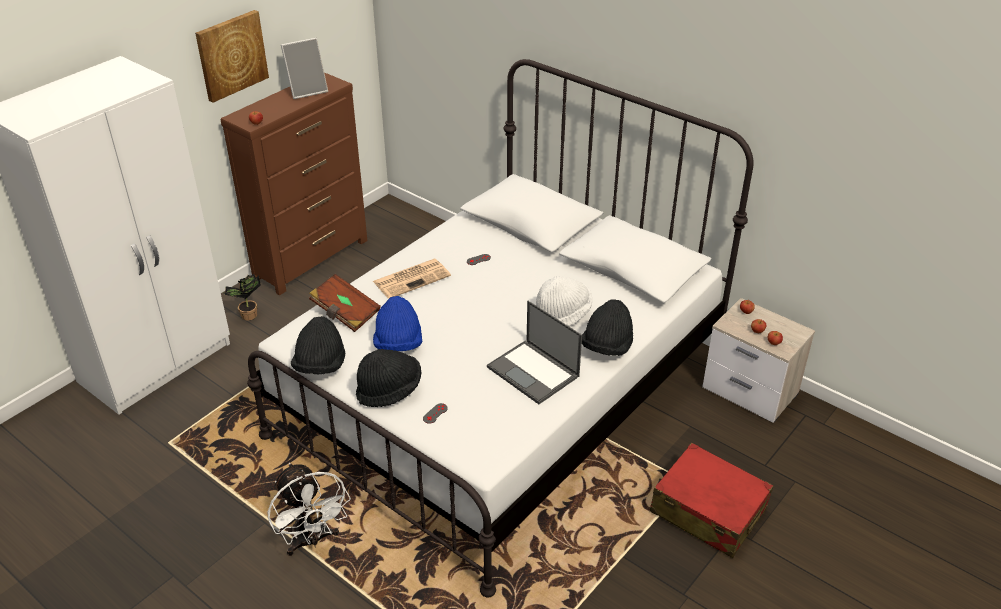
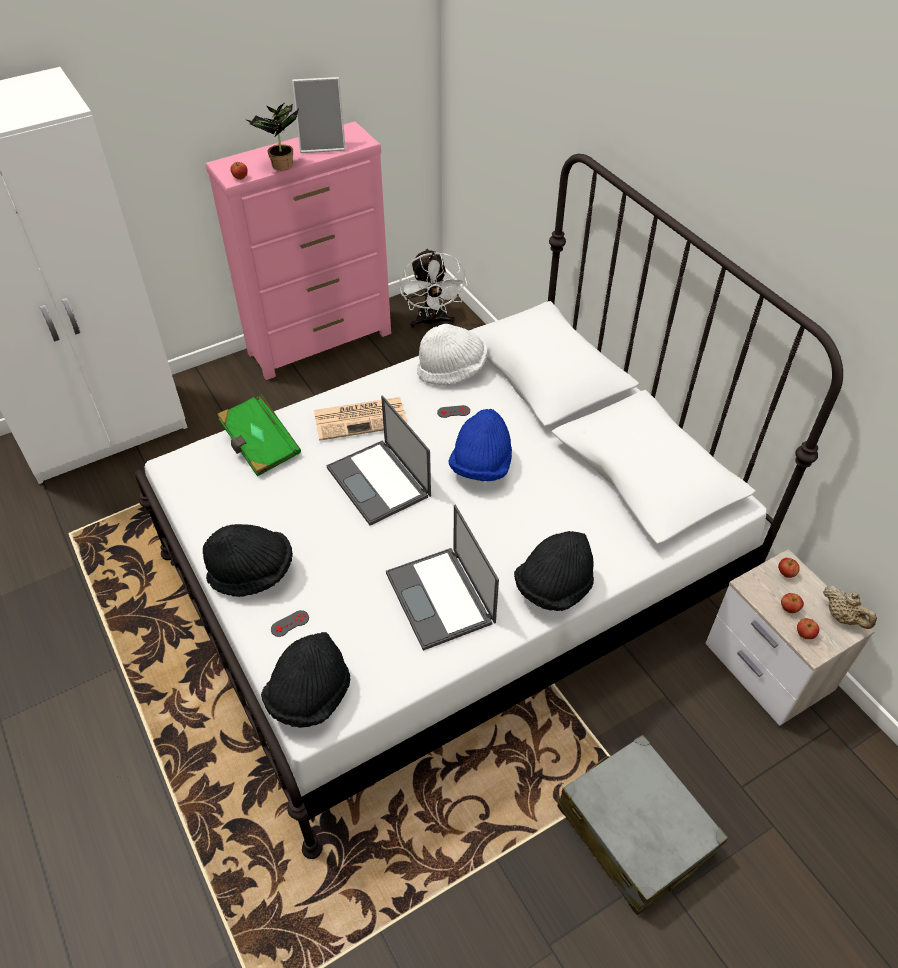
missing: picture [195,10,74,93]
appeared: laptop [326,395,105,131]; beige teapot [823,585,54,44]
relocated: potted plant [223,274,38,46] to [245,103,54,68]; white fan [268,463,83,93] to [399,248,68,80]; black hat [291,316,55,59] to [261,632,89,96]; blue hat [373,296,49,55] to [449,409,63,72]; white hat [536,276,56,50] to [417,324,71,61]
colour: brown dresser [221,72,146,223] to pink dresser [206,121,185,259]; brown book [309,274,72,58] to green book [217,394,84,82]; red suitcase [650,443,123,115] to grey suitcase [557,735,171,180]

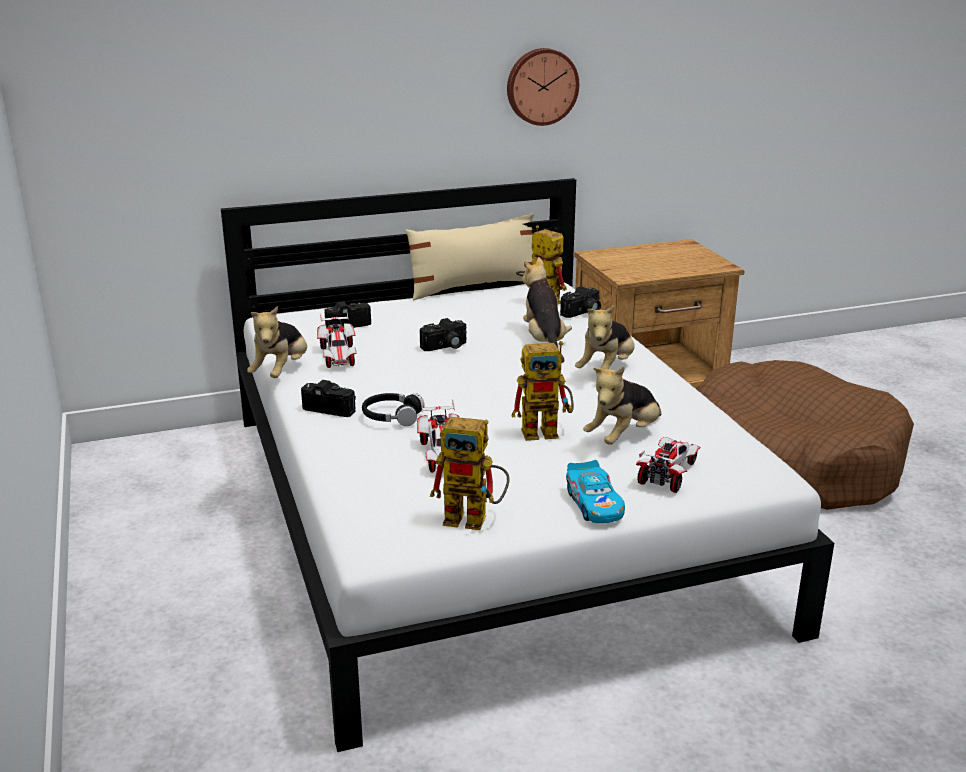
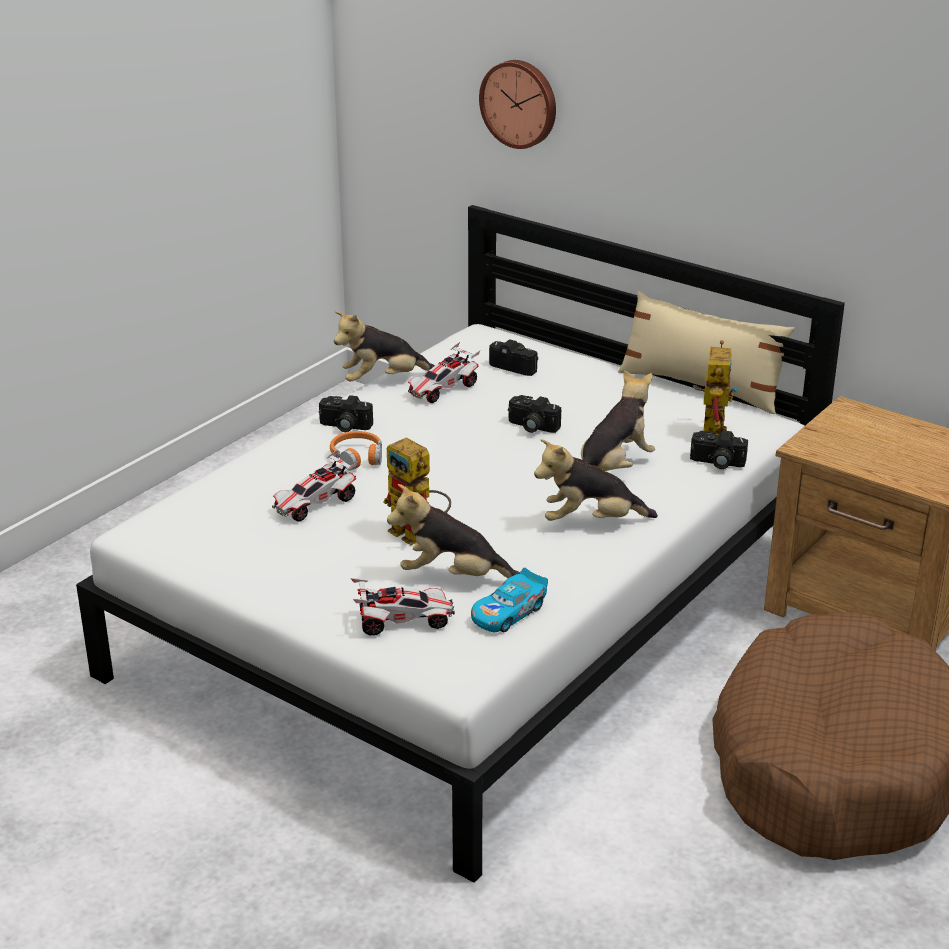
missing: toy robot [430,417,79,113]
relocated: wall clock [507,48,72,78] to [479,60,77,89]; toy car [566,460,59,63] to [471,568,77,64]
colour: black headphones [362,393,63,33] to orange headphones [330,431,52,40]
spun: photo camera [301,380,55,37] = [319,395,54,37] 120 degrees clockwise

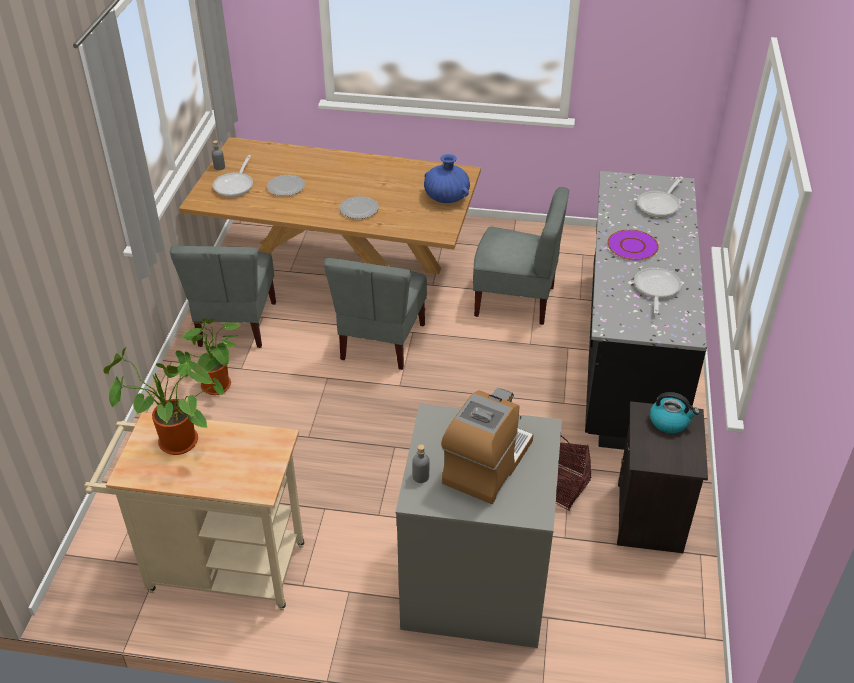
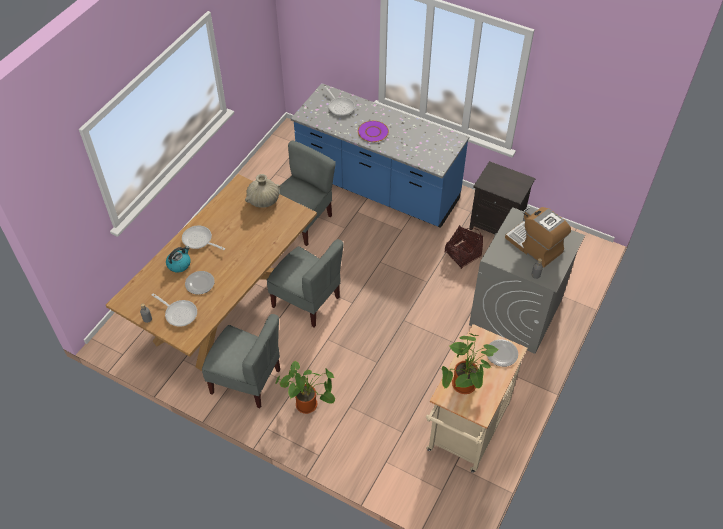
relocated: plate [340,196,39,23] to [486,339,32,28]; frying pan [634,267,47,47] to [182,225,43,25]; kettle [650,392,49,41] to [166,246,25,26]
colour: blue vase [424,154,46,49] to beige vase [245,174,36,34]; black counter [585,171,122,279] to blue counter [291,83,178,145]

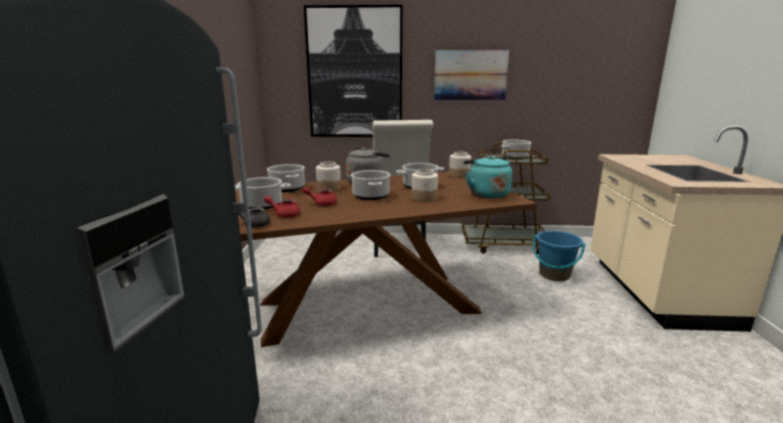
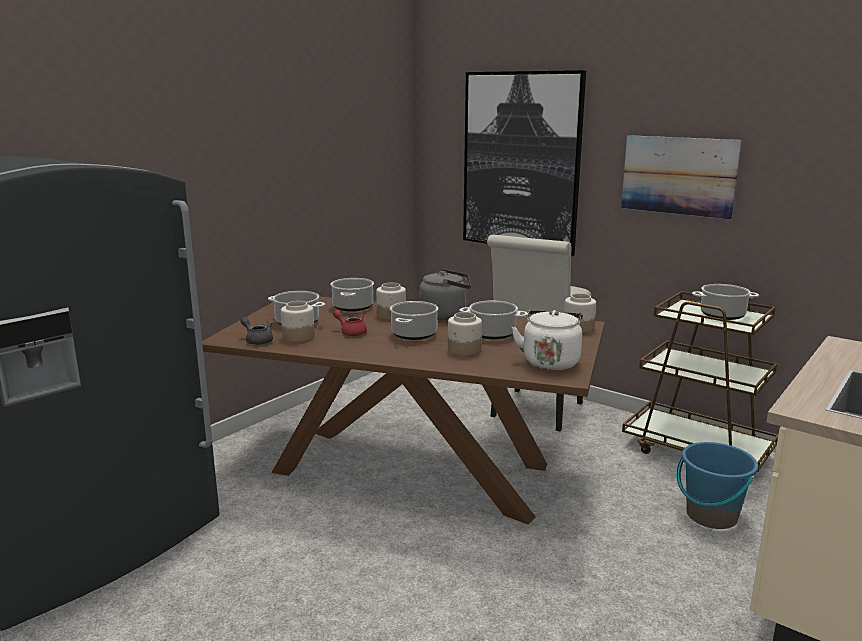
exchanged: red teapot [264,196,36,22] to jar [281,301,34,41]
colour: turquoise kettle [464,155,48,43] to white kettle [512,310,71,60]

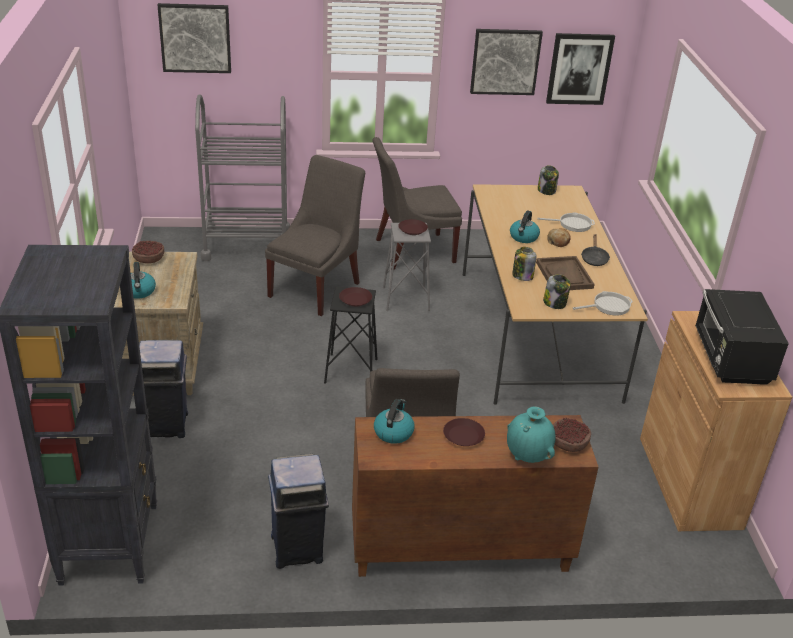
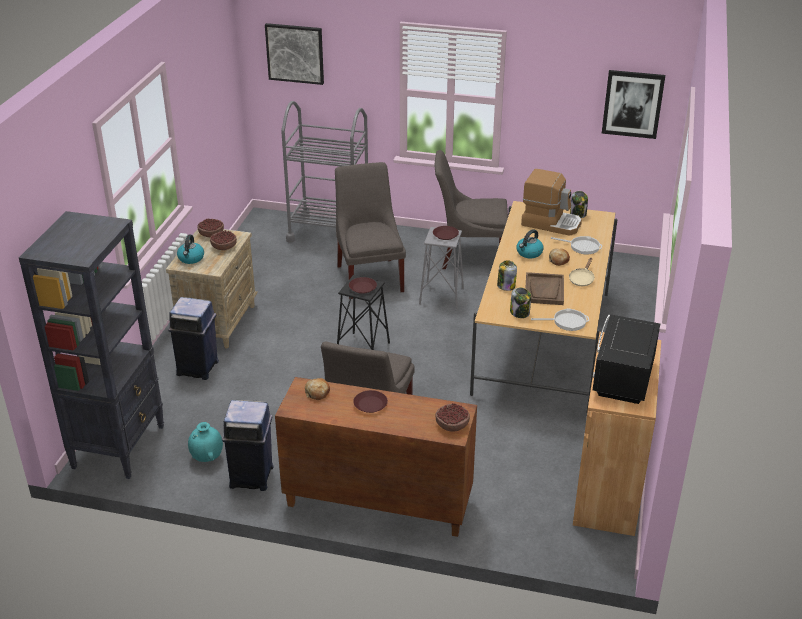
missing: picture [470,29,73,66]
appeared: bowl [210,230,27,20]; coffee machine [521,169,61,67]
relocated: turquoise vase [507,406,49,57] to [188,422,35,40]
exchanged: kettle [374,399,41,45] to bread [305,378,25,22]
colour: black frying pan [581,234,29,32] to beige frying pan [569,258,26,28]
spun: grey chair [265,155,100,161] = [335,162,71,137] 60 degrees counterclockwise

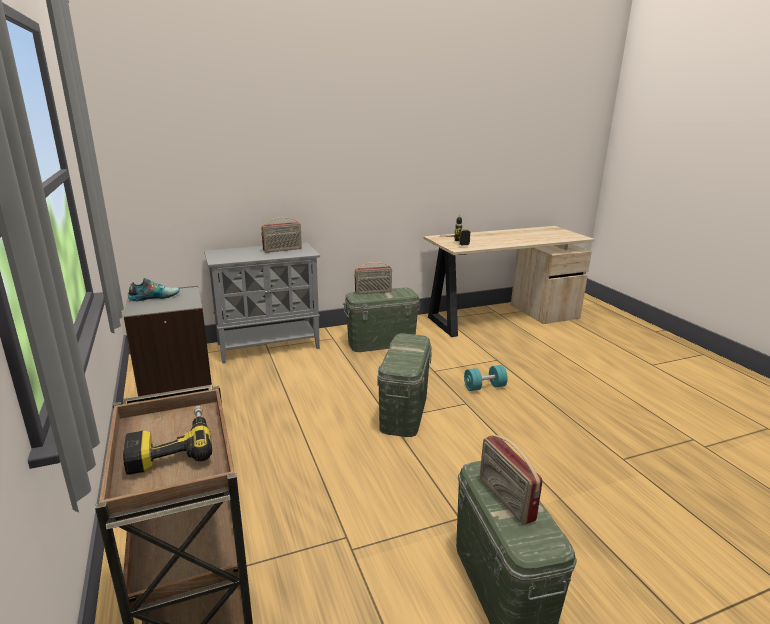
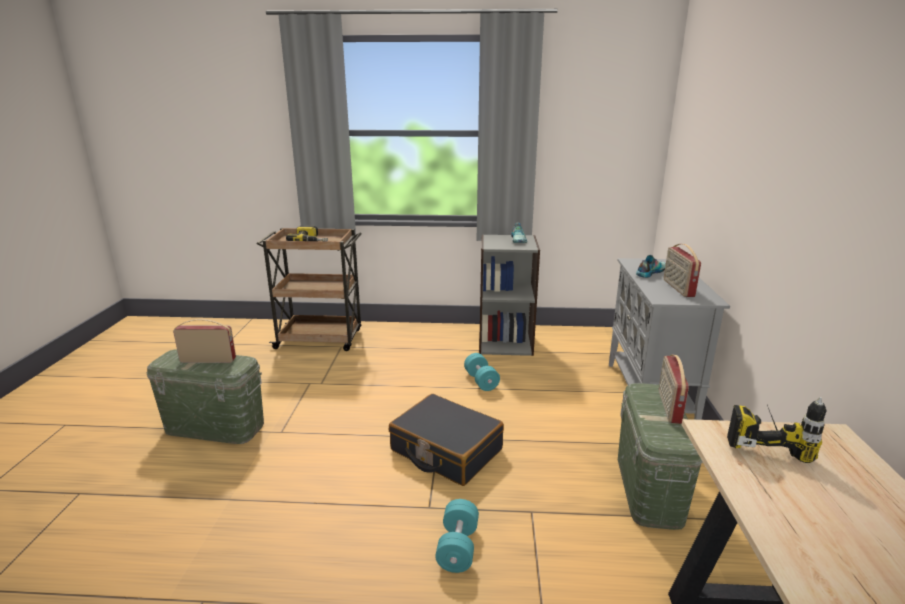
appeared: turquoise dumbbell [464,353,36,38]; shoe [636,255,30,23]
exchanged: green storage box [377,334,55,103] to black suitcase [389,394,115,92]

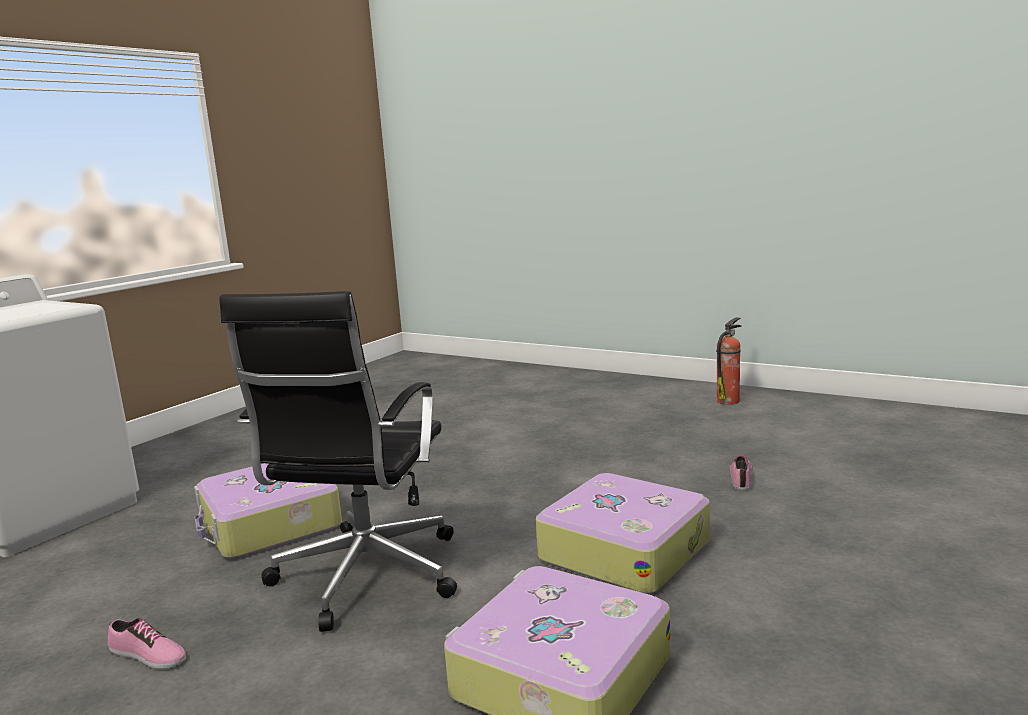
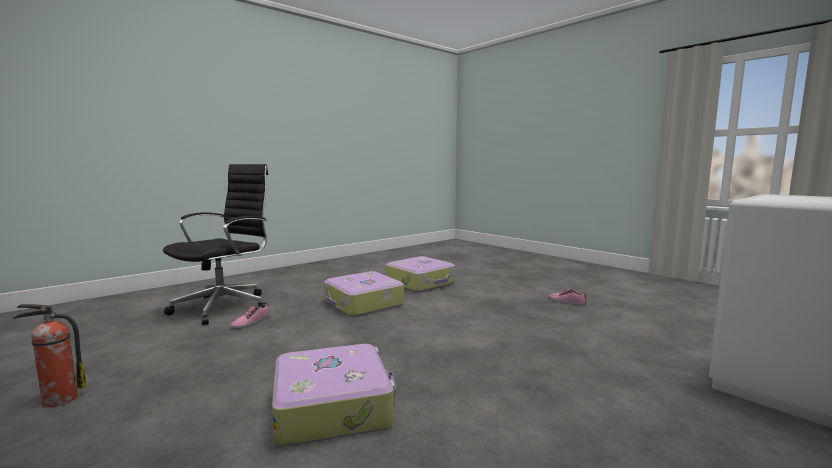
relocated: suitcase [194,463,148,96] to [272,344,124,102]; black office chair [219,291,238,341] to [163,164,105,161]

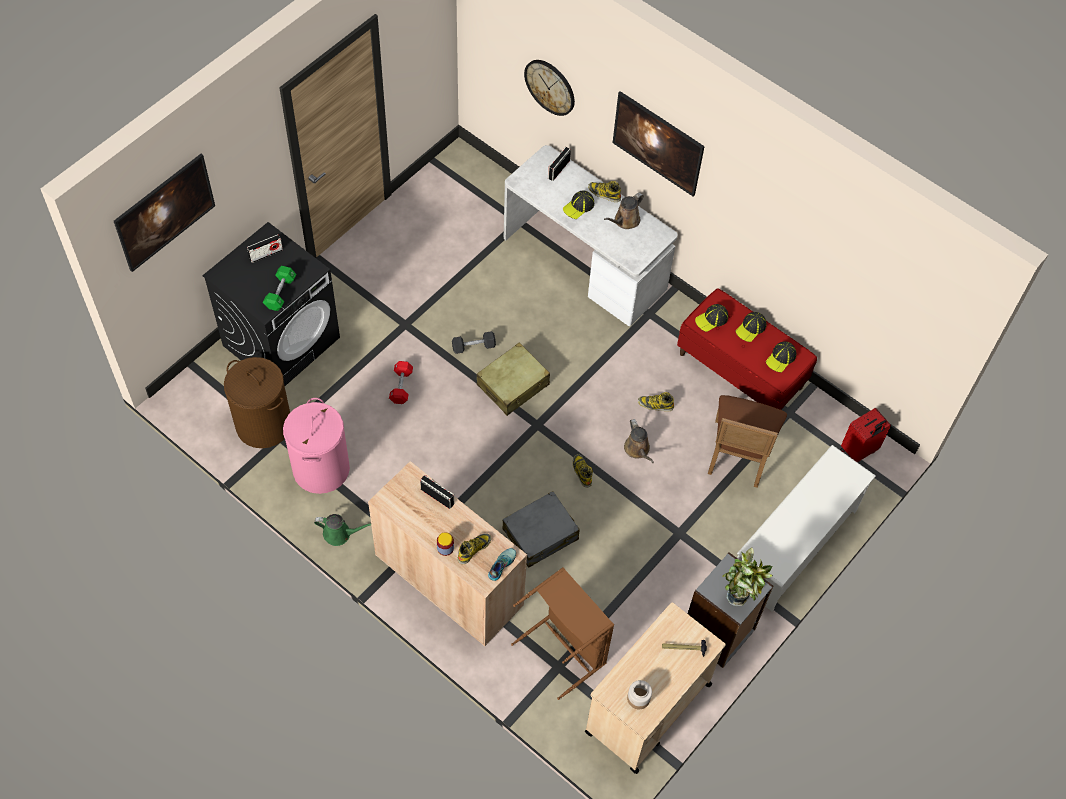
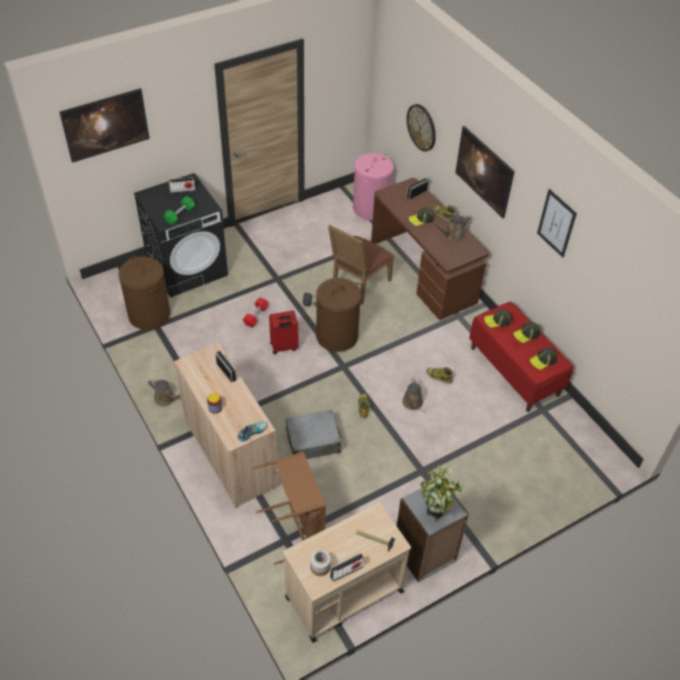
missing: boot [457,533,34,31]; white shoe rack [737,445,139,166]
appeared: radio [330,553,34,29]; picture [537,189,40,69]
relocated: pink laundry basket [283,398,67,96] to [353,153,41,67]; brown chair [708,395,79,93] to [328,224,66,80]; red suitcase [840,408,51,54] to [269,311,30,44]
exchanged: beige suitcase [477,343,73,73] to brown laundry basket [314,278,49,74]
colour: green watering can [314,514,57,32] to brown watering can [148,379,32,27]; white desk [504,145,174,181] to brown desk [371,178,118,142]

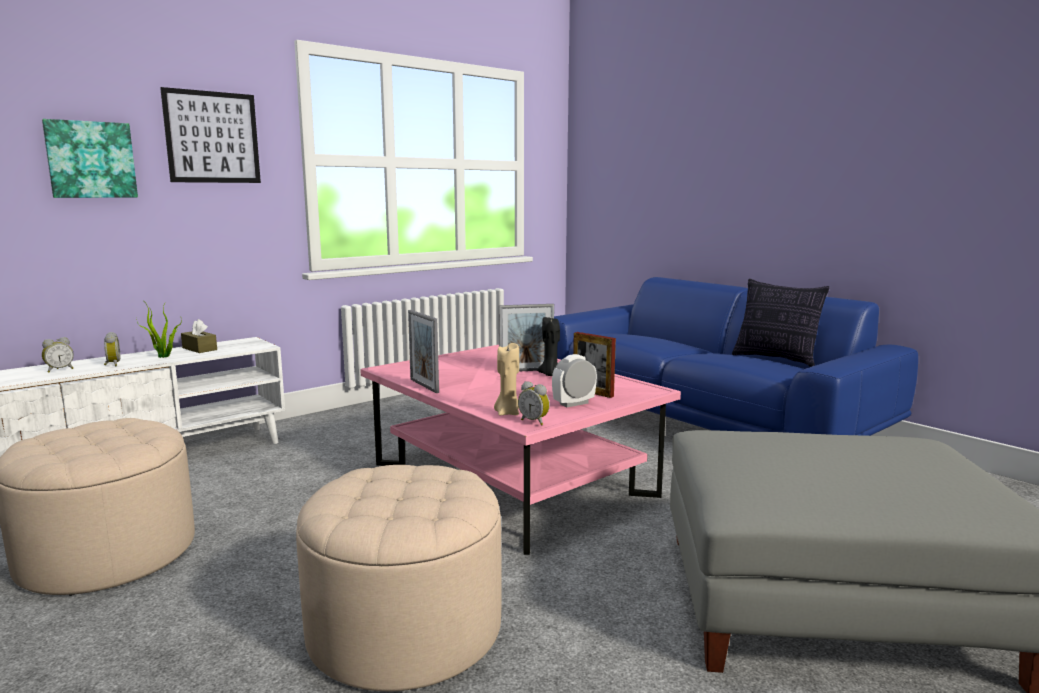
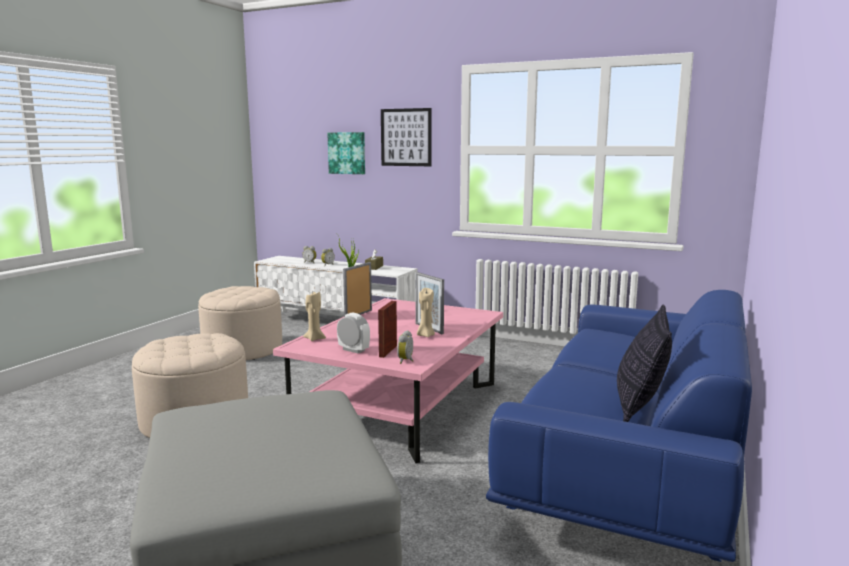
relocated: alarm clock [518,381,32,44] to [397,330,16,34]
colour: black candle [537,317,23,59] to beige candle [417,288,18,49]

